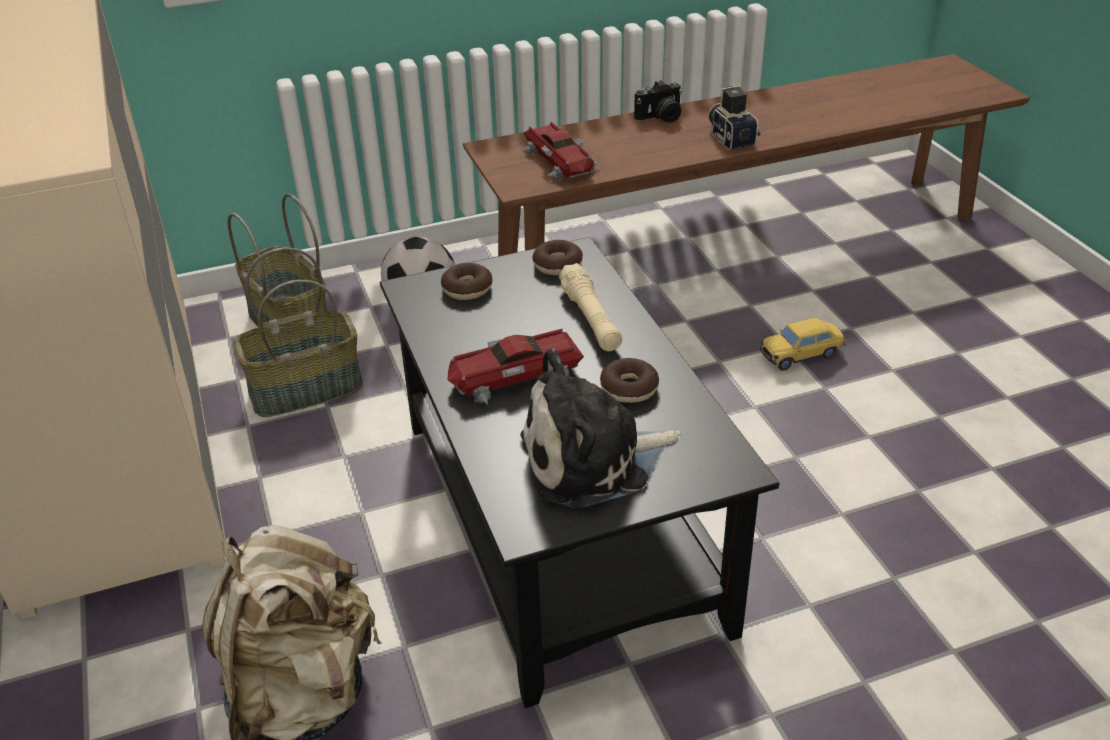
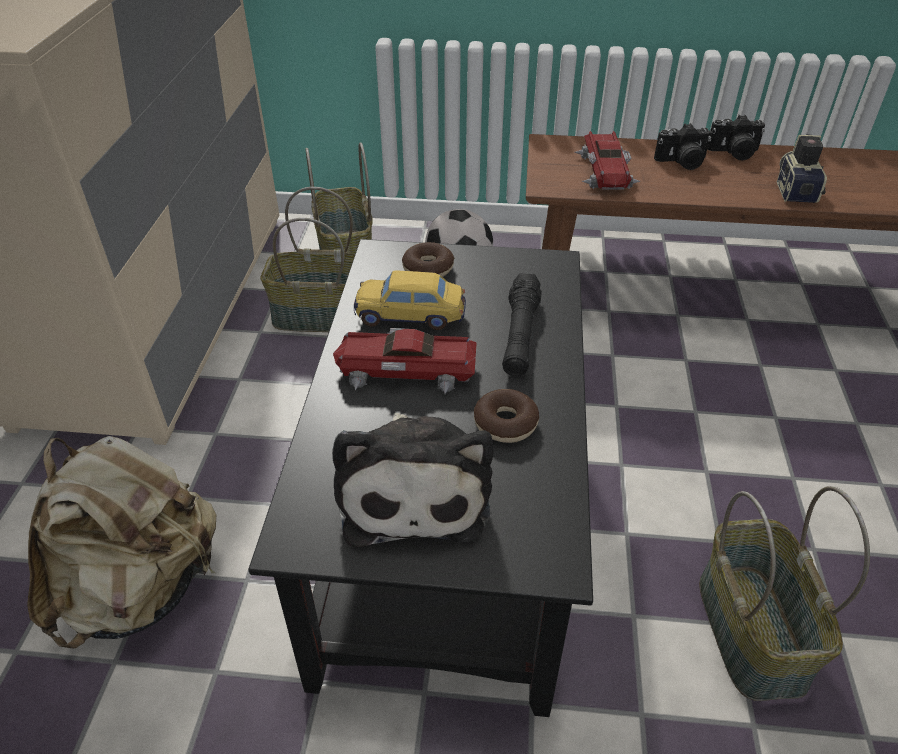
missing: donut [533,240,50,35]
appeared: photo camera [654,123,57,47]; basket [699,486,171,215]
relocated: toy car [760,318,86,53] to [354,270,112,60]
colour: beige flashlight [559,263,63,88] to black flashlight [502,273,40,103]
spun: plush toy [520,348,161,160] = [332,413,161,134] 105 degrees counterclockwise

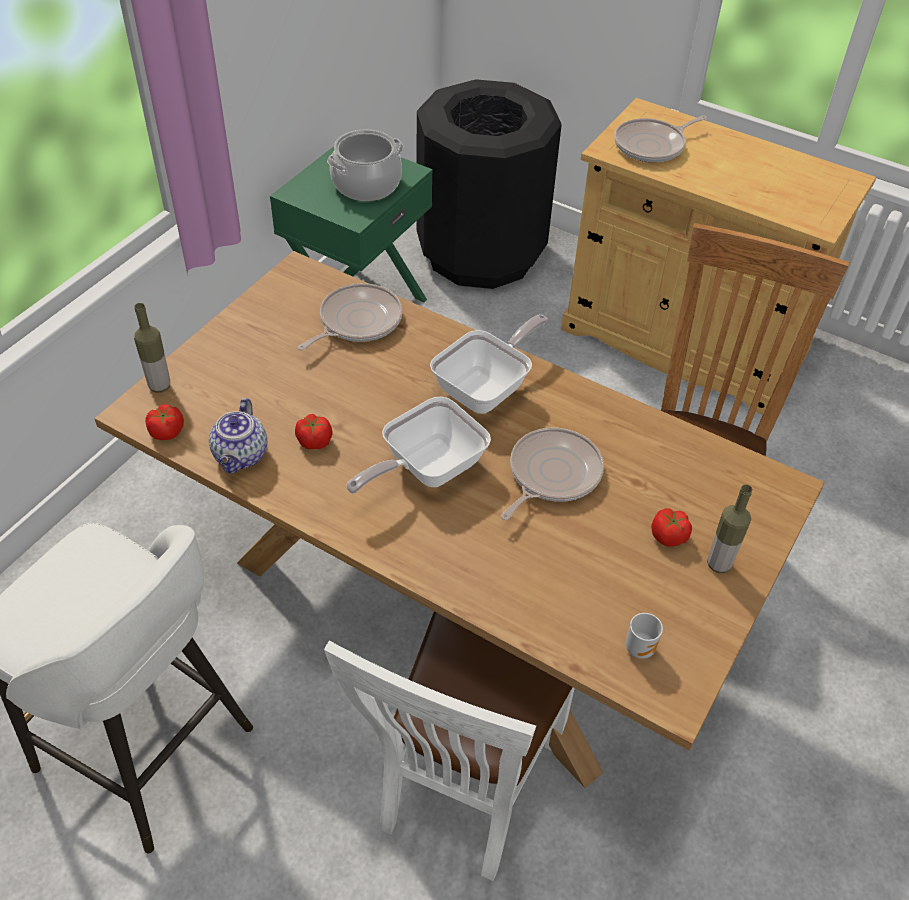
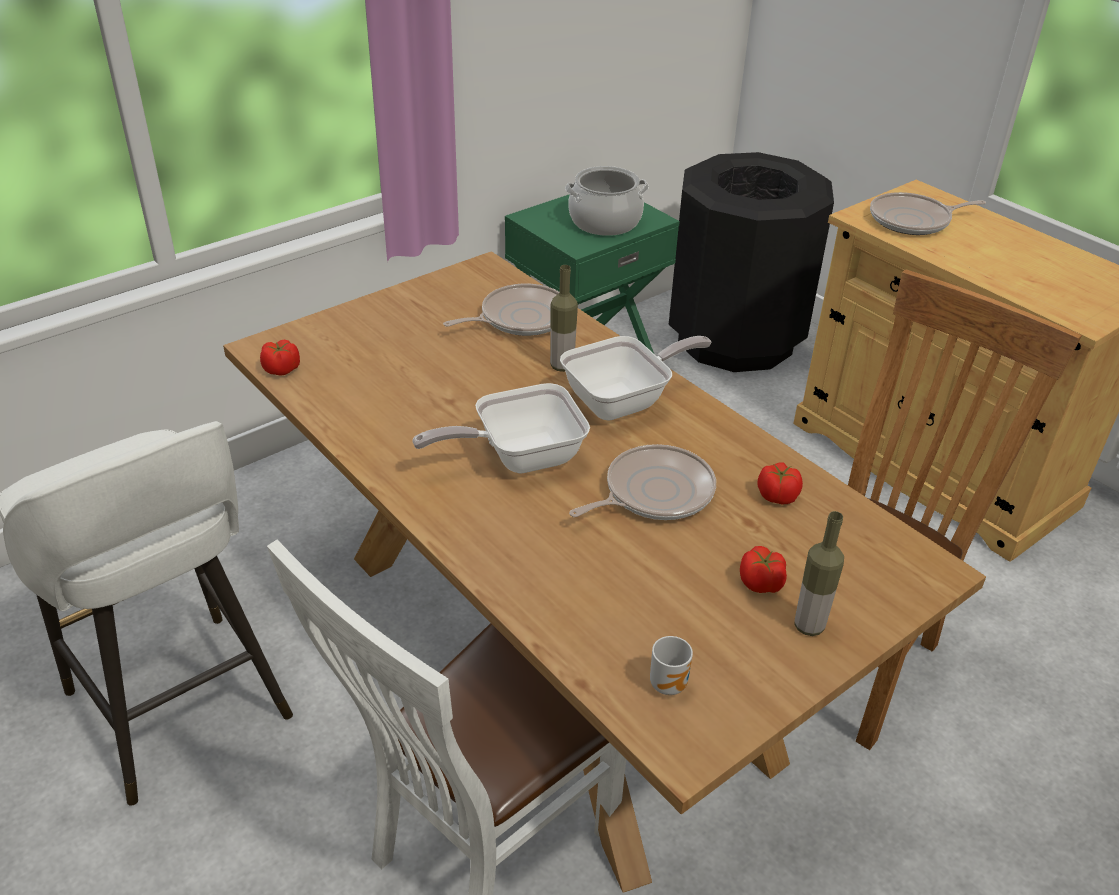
missing: teapot [209,398,58,76]
relocated: bottle [134,303,36,90] to [550,265,28,107]; tomato [295,414,37,36] to [757,462,46,42]

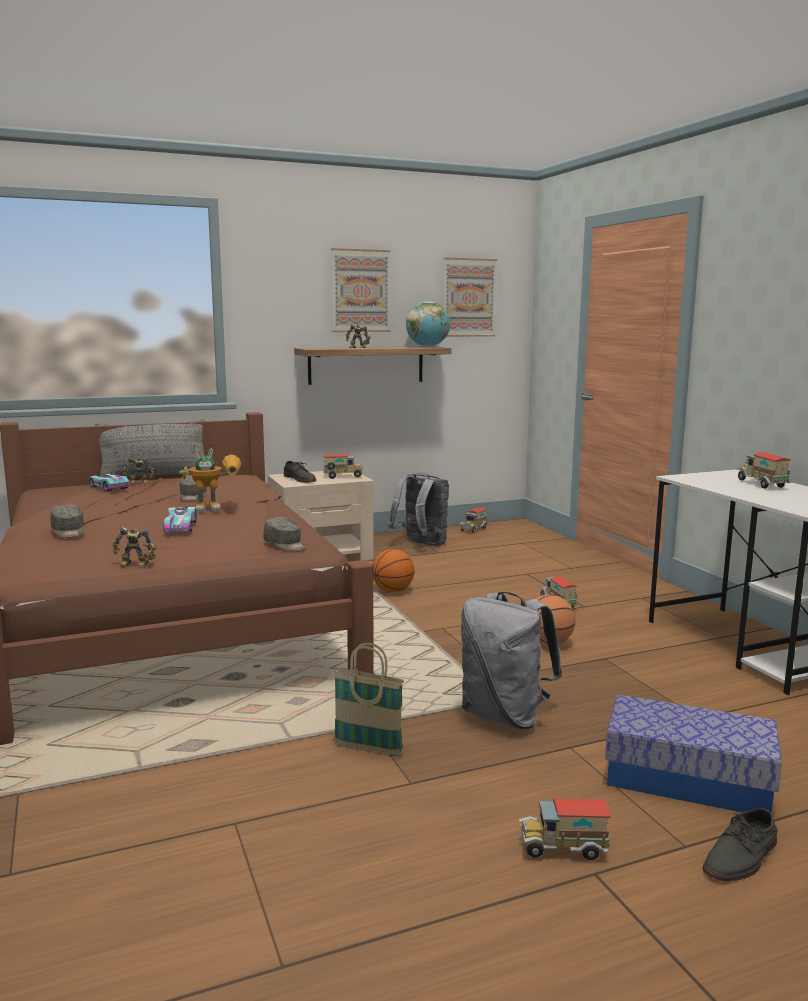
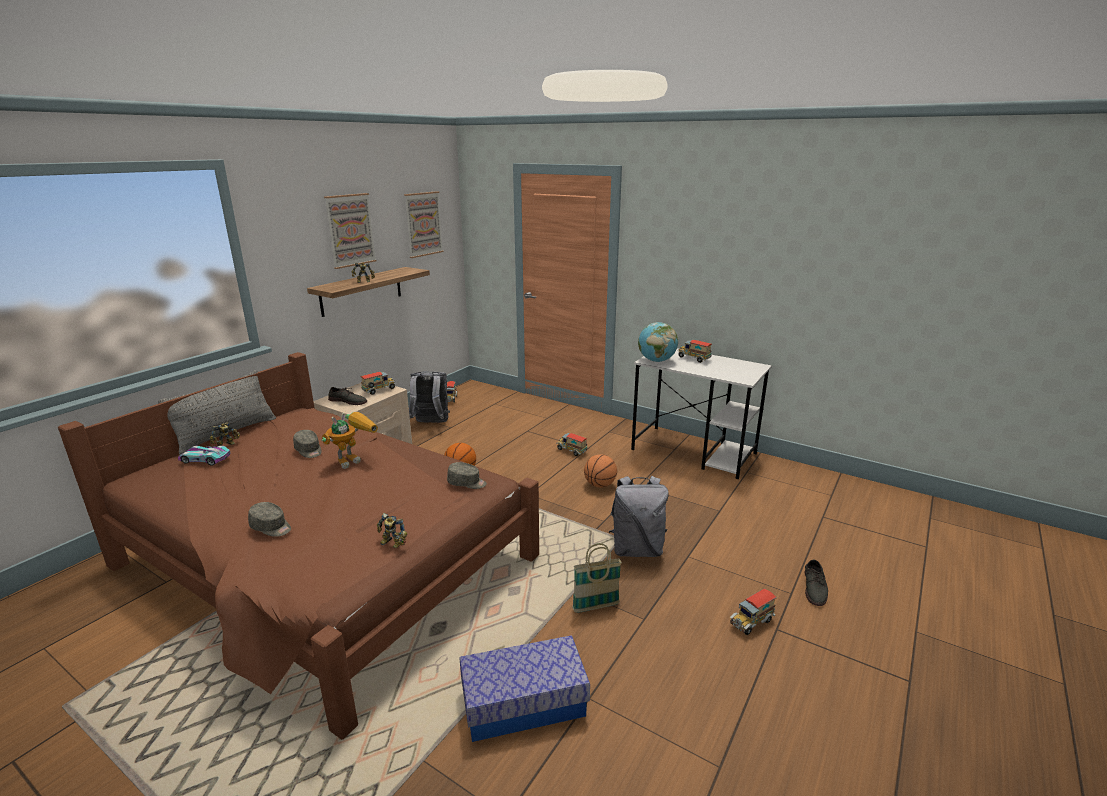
missing: toy car [163,505,34,27]
relocated: globe [406,301,44,46] to [638,322,40,40]; storage box [605,694,177,119] to [459,635,131,107]
spun: toy robot [112,527,44,40] = [377,513,30,35] 60 degrees clockwise

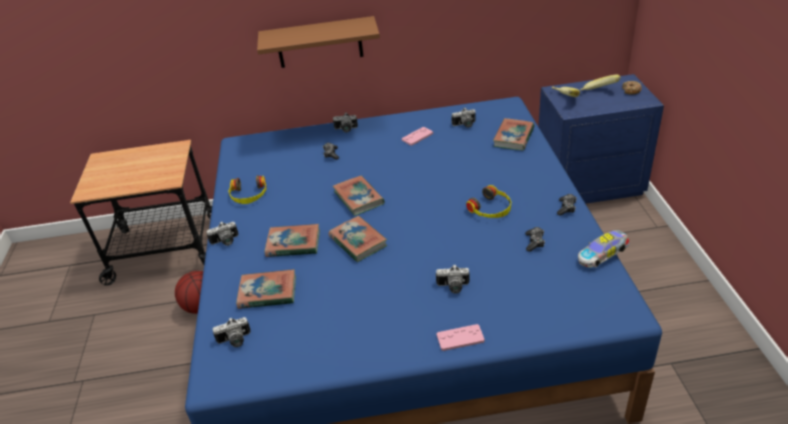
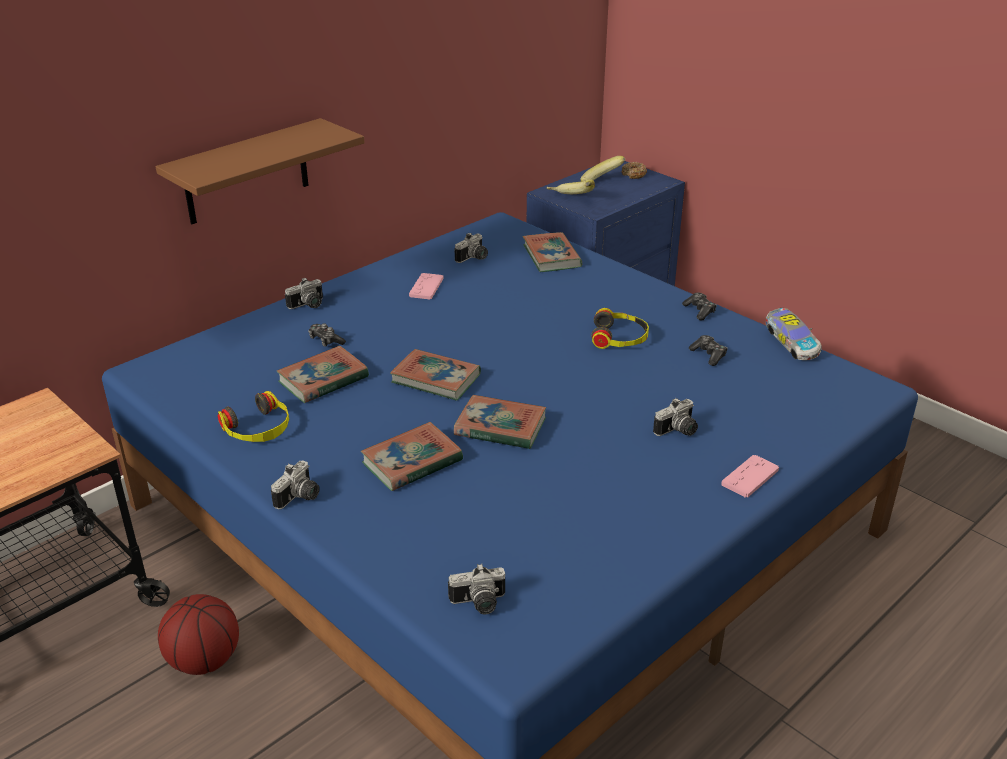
relocated: book [236,269,60,40] to [277,346,92,57]
spun: photo camera [213,317,38,30] = [448,563,57,51] 45 degrees clockwise; toy car [578,230,52,38] = [766,308,56,52] 45 degrees counterclockwise

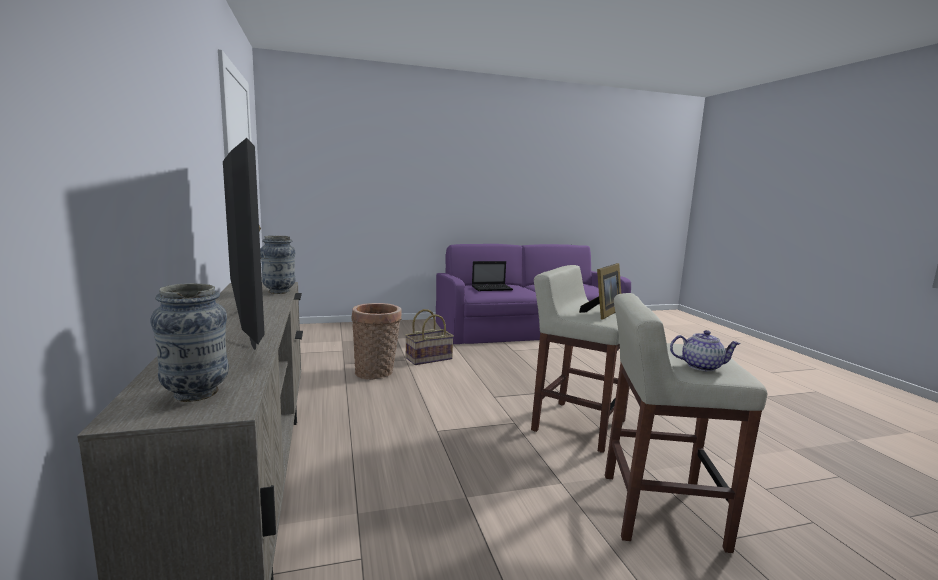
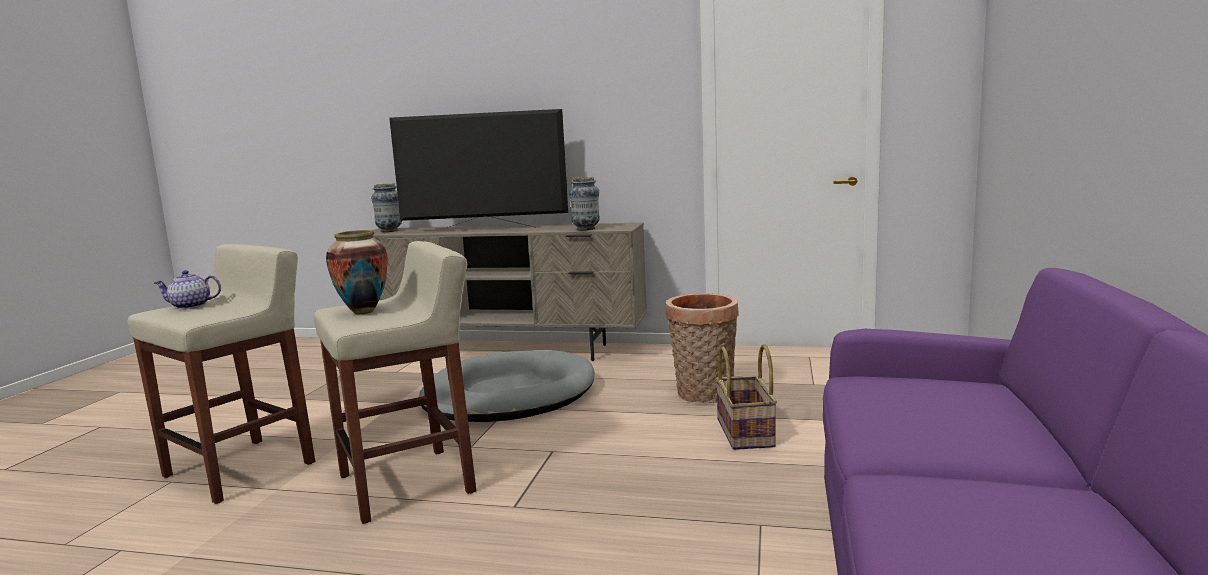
missing: laptop [472,261,41,30]
appeared: grey dog bed [419,350,176,72]
exchanged: picture frame [579,263,42,56] to vase [326,230,62,84]
spun: teapot [670,330,71,42] = [154,270,67,39] 45 degrees clockwise

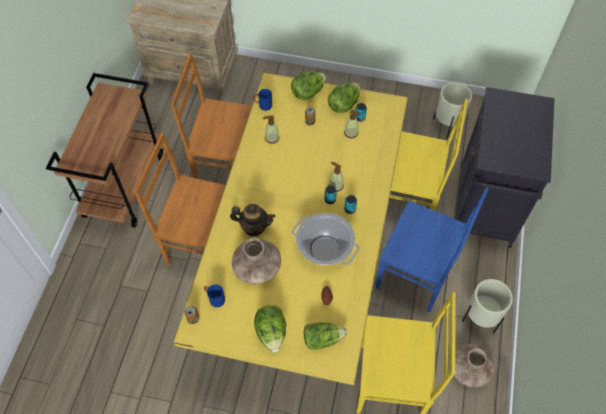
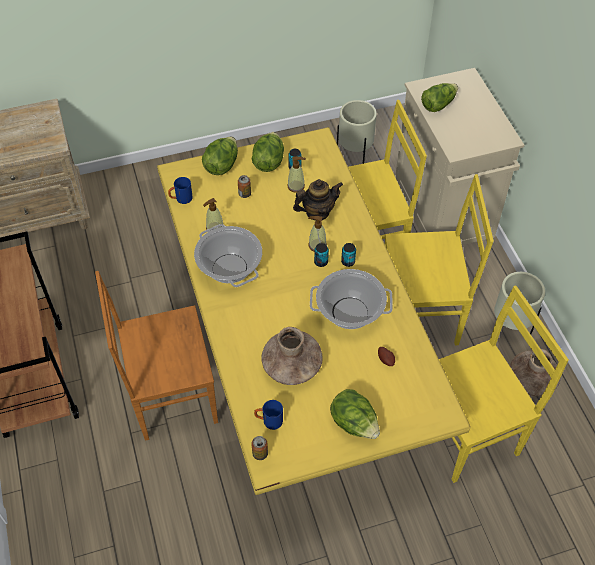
missing: brown chair [171,53,81,126]
appeared: cooking pot [194,224,68,63]
relocated: teapot [230,204,45,32] to [293,179,50,41]; lettuce [304,322,43,28] to [421,83,37,29]
colour: blue chair [376,187,113,125] to yellow chair [385,174,109,171]; black cabinet [455,87,100,161] to beige cabinet [395,68,129,177]

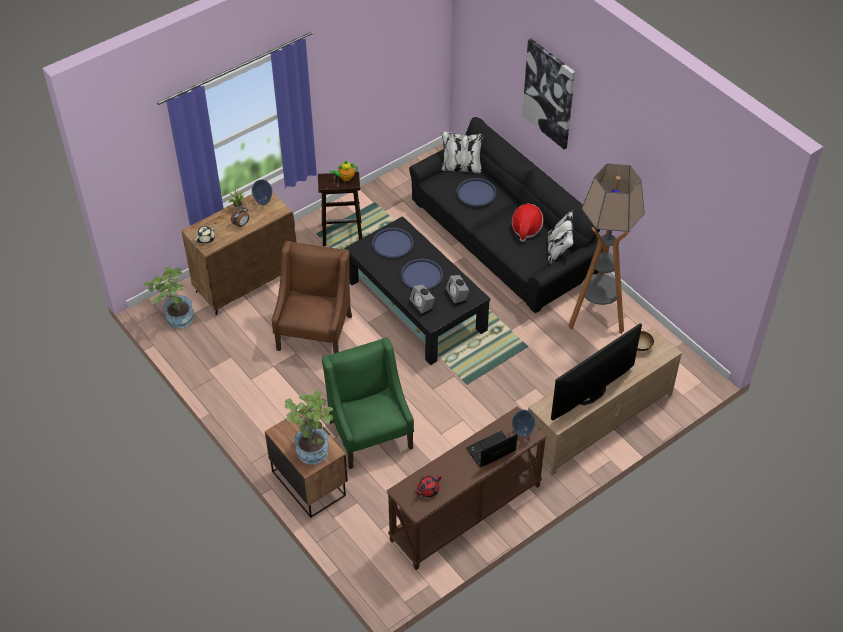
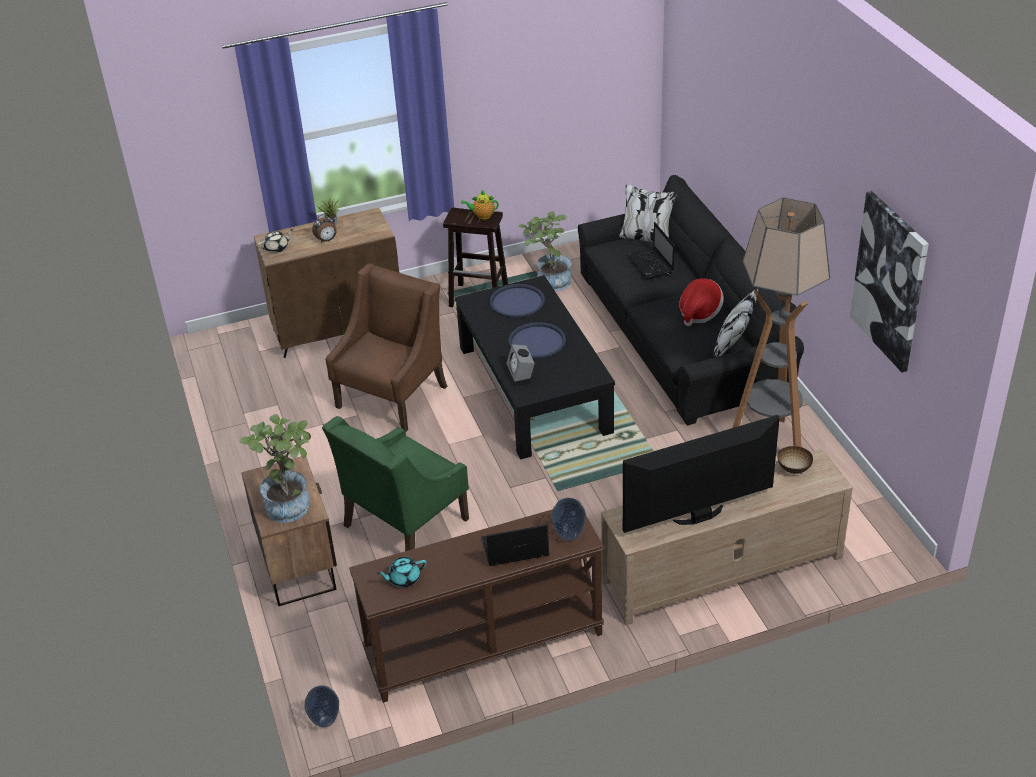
missing: alarm clock [444,275,25,32]
relocated: potted plant [143,266,51,63] to [519,211,53,80]; vase [252,180,20,25] to [304,685,35,42]; picture [522,38,53,111] to [850,191,79,181]
exchanged: blue tray [456,178,41,29] to laptop [627,222,48,58]
colour: red teapot [414,475,27,22] to turquoise teapot [377,557,49,30]
spun: green armchair [322,337,92,132] = [322,416,147,135] 135 degrees counterclockwise

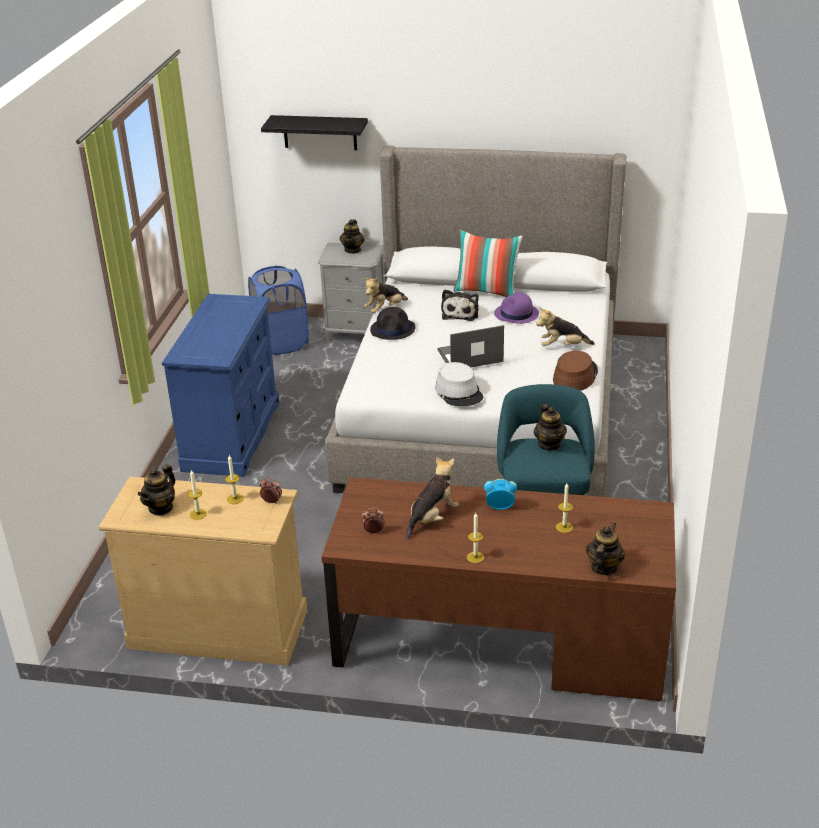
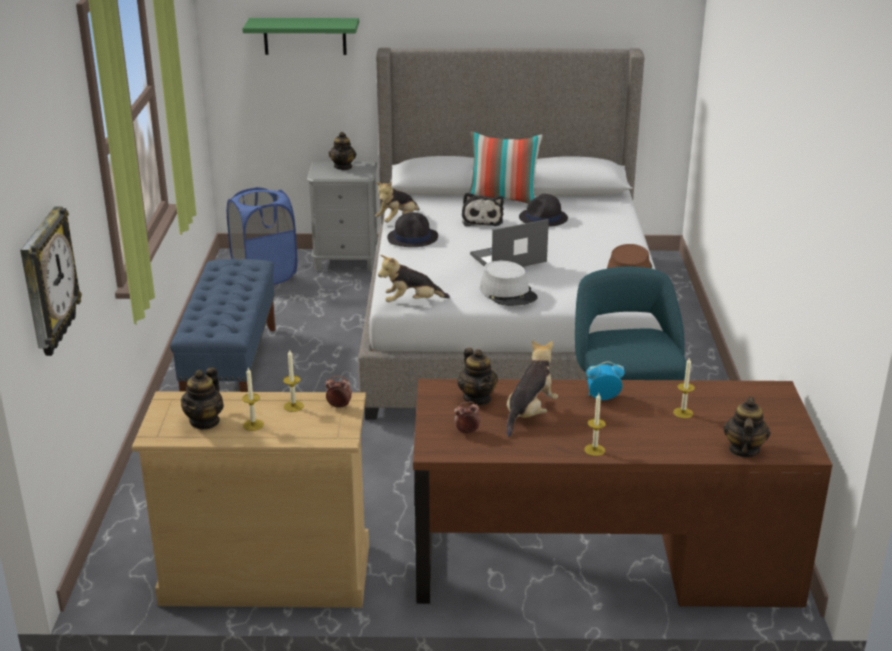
appeared: wall clock [20,207,62,149]
relocated: teapot [534,404,33,47] to [457,348,41,57]; plush toy [536,308,59,38] to [378,255,72,47]
exchanged: blue dresser [162,294,118,183] to blue bench [170,259,105,133]
colour: black shelf [261,115,107,35] to green shelf [242,18,117,37]; purple hat [494,292,45,32] to black hat [519,194,49,32]

